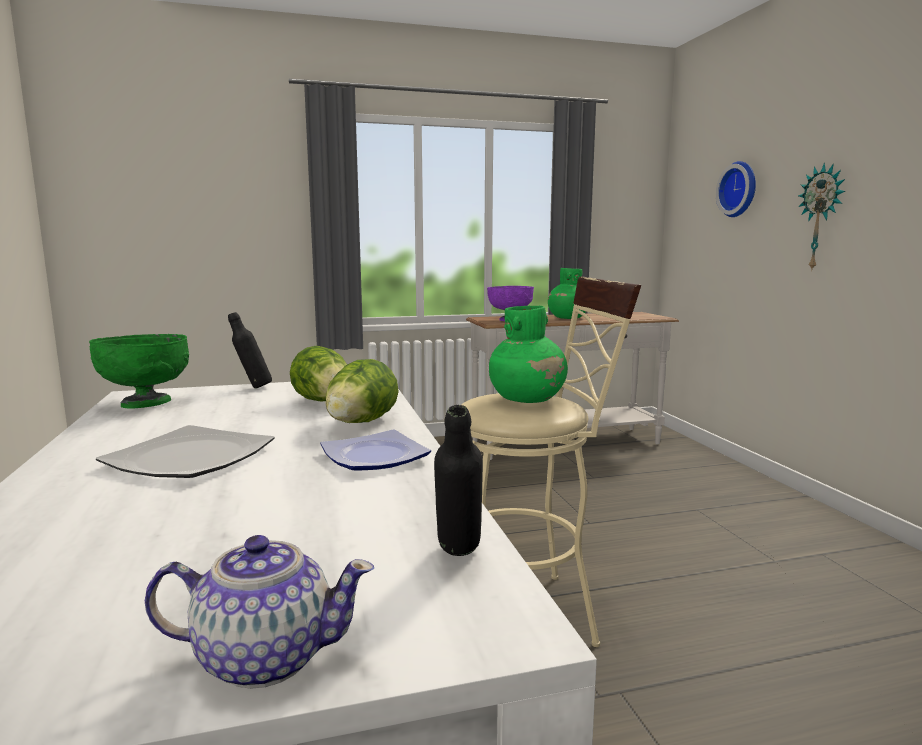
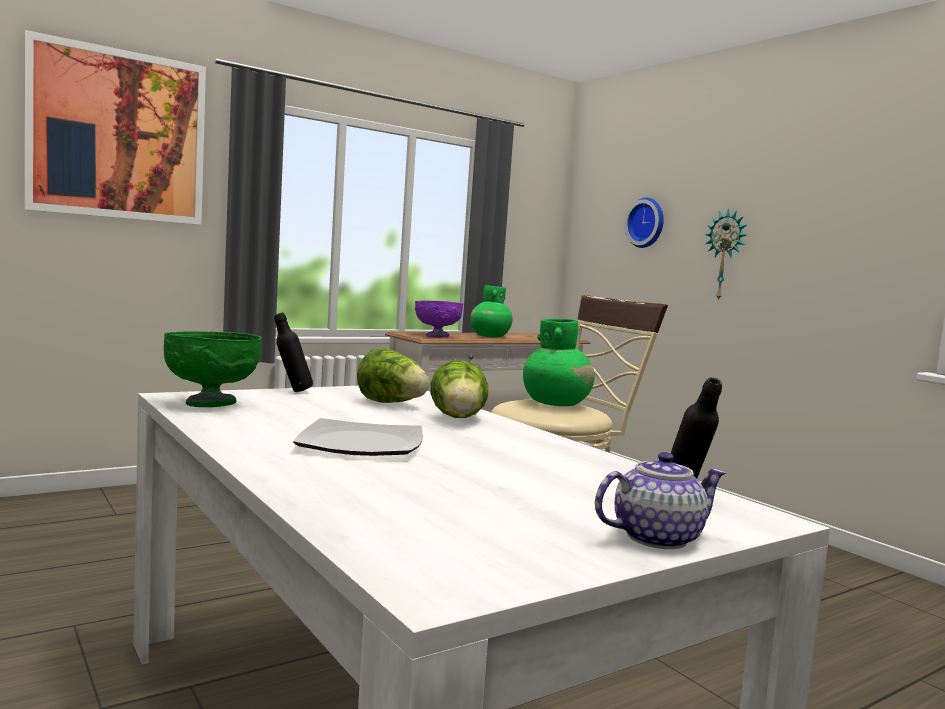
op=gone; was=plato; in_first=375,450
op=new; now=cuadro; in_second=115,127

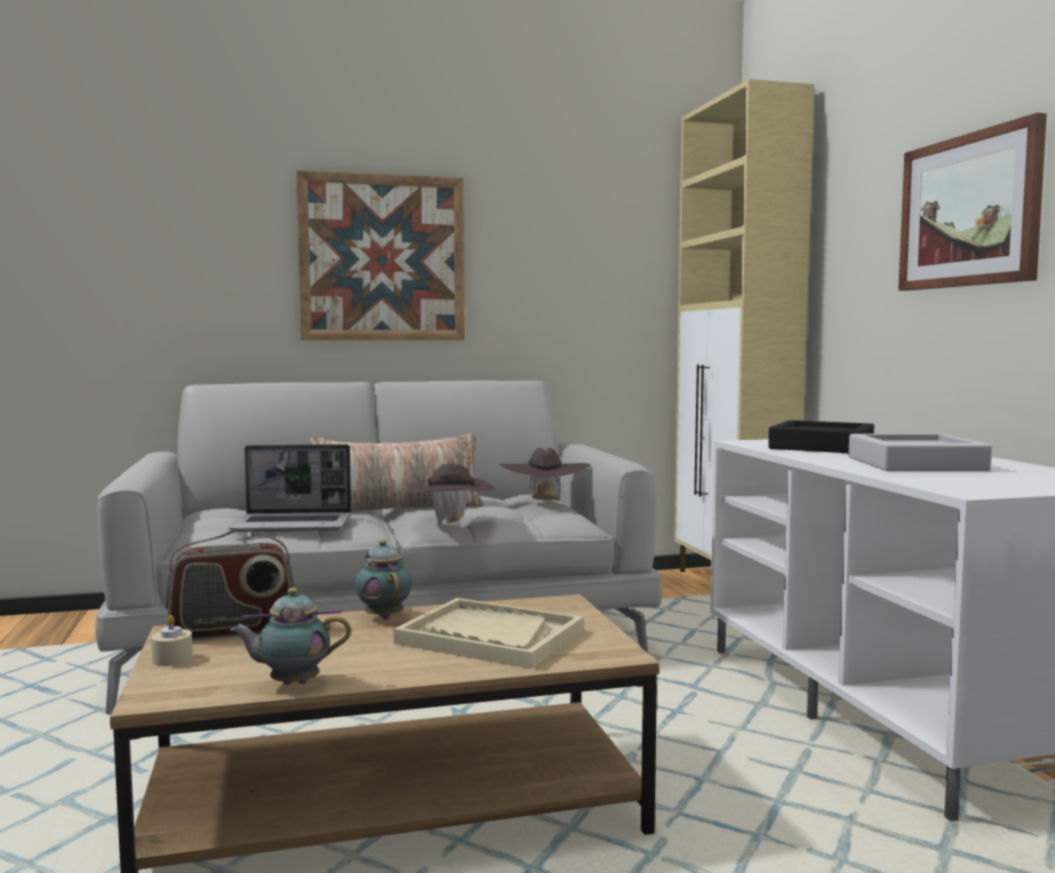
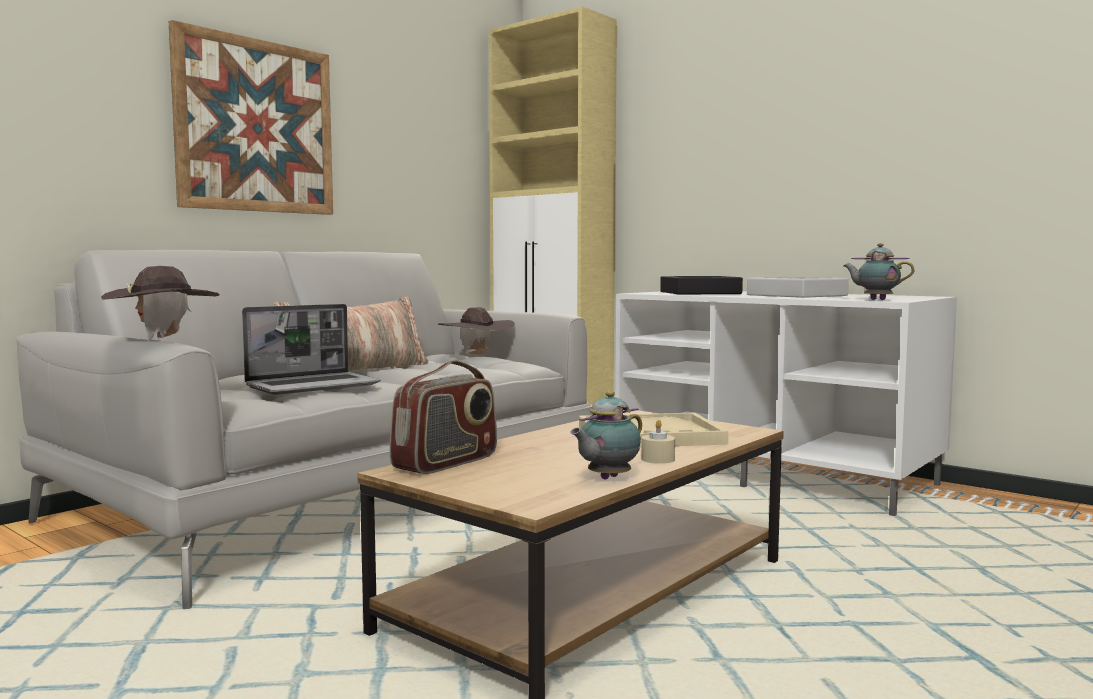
op=shifted; was=vela [beis]; in_first=172,640; in_second=658,442
op=shifted; was=tetera; in_first=383,580; in_second=878,271
op=shifted; was=sombrero [marrón]; in_first=451,494; in_second=160,303
op=gone; was=cuadro; in_first=972,202

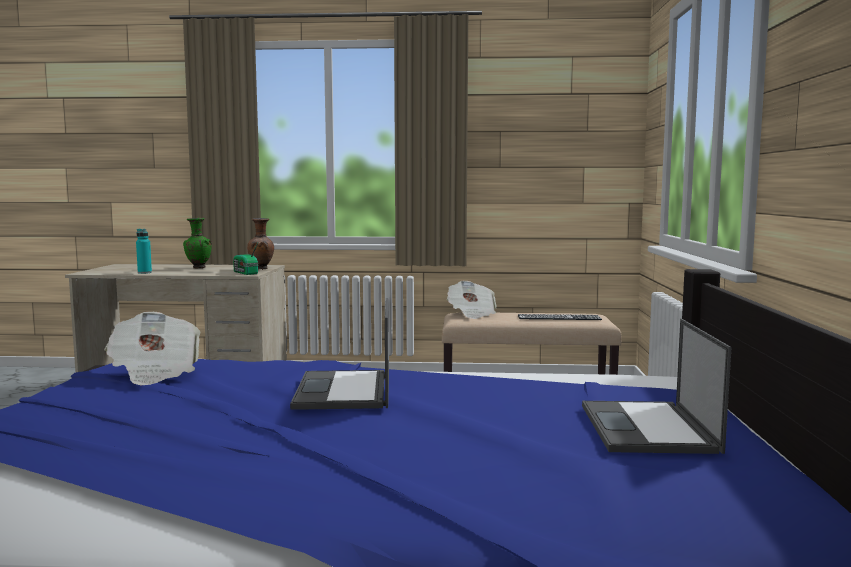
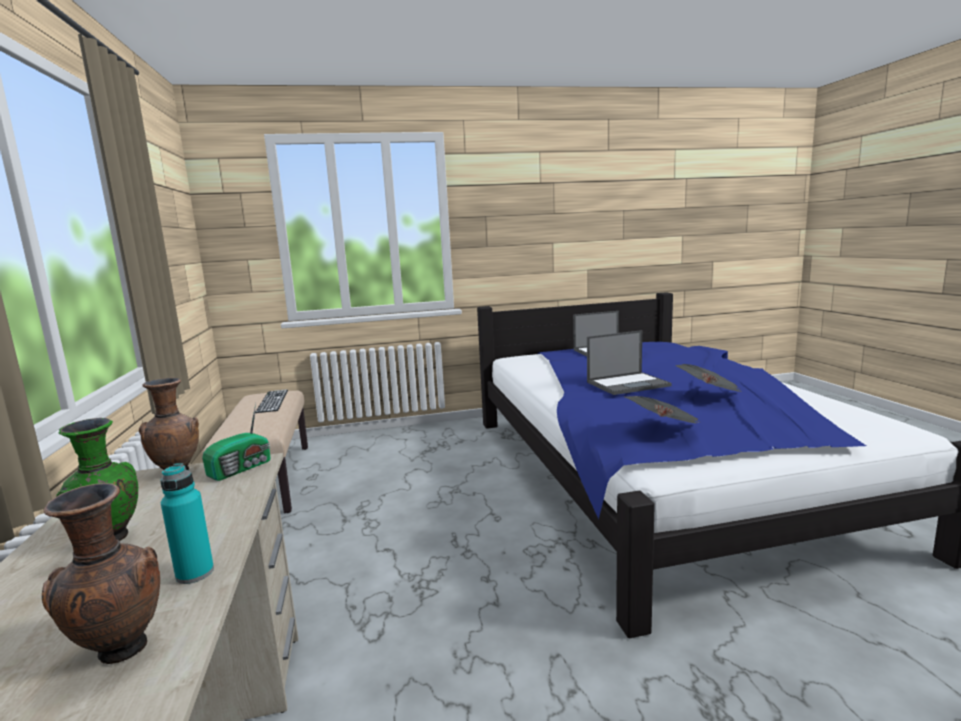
op=shifted; was=periódico; in_first=471,300; in_second=707,377
op=new; now=florero [marrón]; in_second=101,573

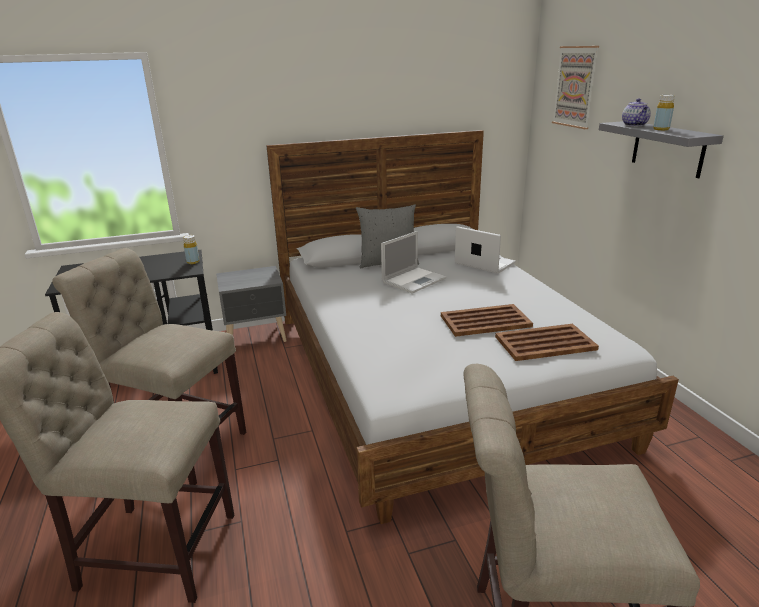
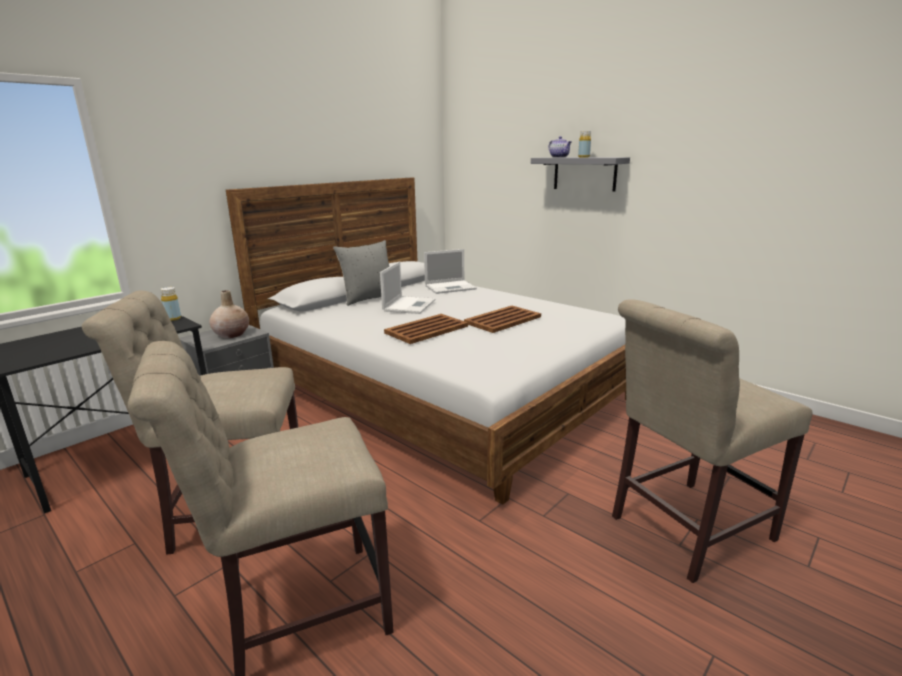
op=rotated; was=portátil; in_first=485,250; in_second=450,271; clockwise=150
op=shifted; was=bandeja [marrón]; in_first=547,342; in_second=426,329
op=gone; was=cuadro; in_first=575,87
op=new; now=florero [beis]; in_second=229,314

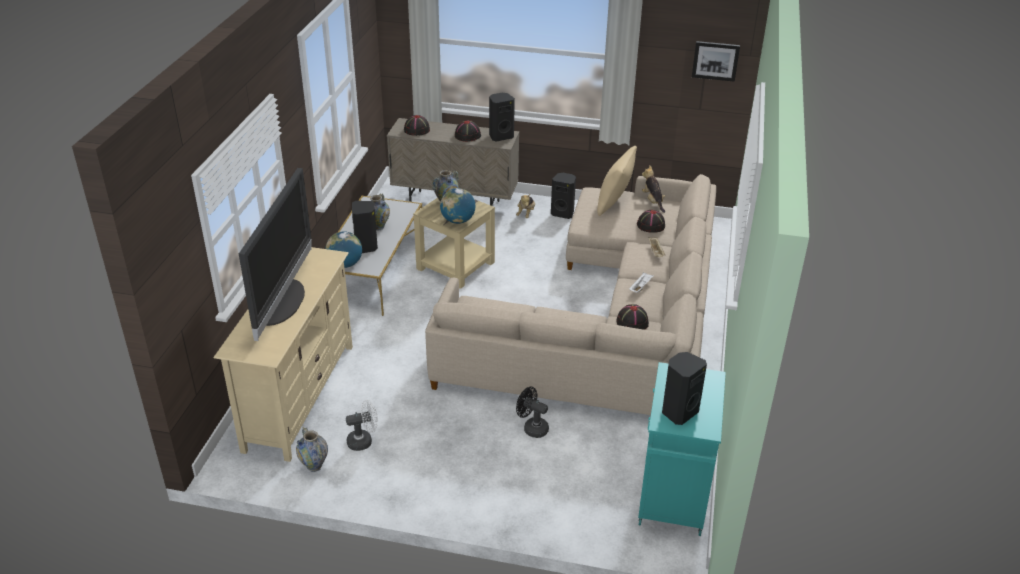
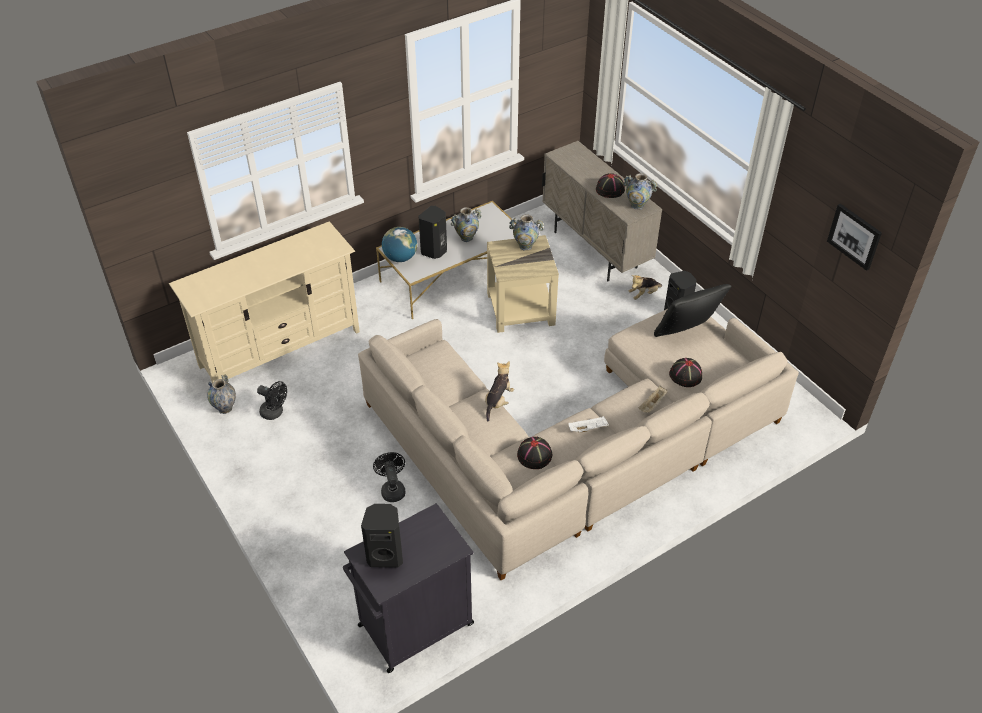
op=gone; was=televisor; in_first=275,254
op=repainted; was=ventilador [blanco]; now=ventilador [negro]; in_first=362,425; in_second=272,400
op=gone; was=sombrero [negro]; in_first=417,125
op=gone; was=globo terráqueo; in_first=457,206
op=swapped; was=altavoz [negro]; now=florero; in_first=502,117; in_second=640,191
op=repainted; was=cojín [beis]; now=cojín [negro]; in_first=617,181; in_second=692,310
op=repainted; was=armario [turquesa]; now=armario [negro]; in_first=682,449; in_second=408,588
op=shifted; was=peluche; in_first=653,189; in_second=499,391

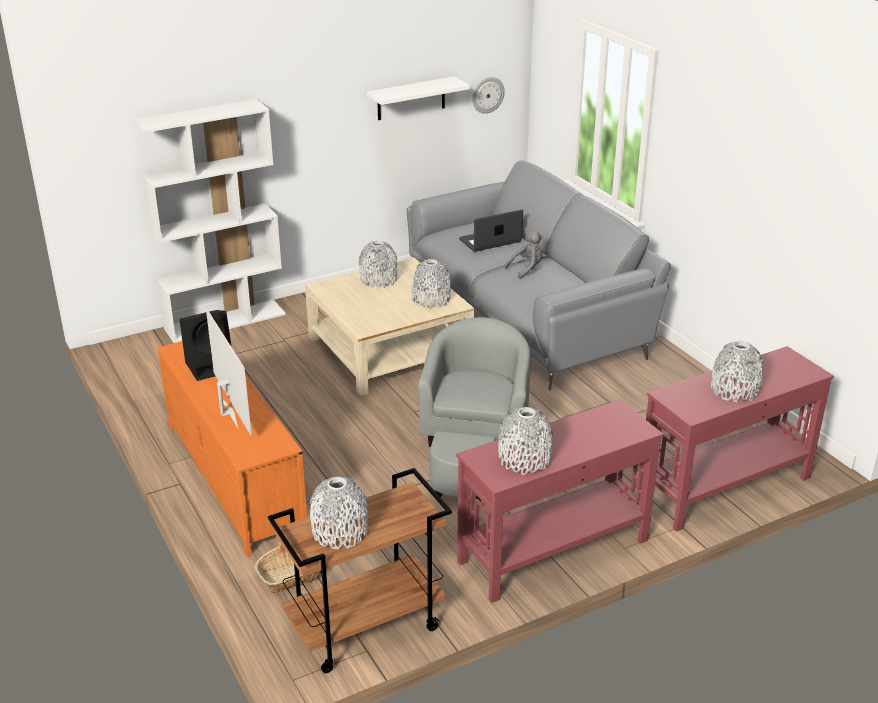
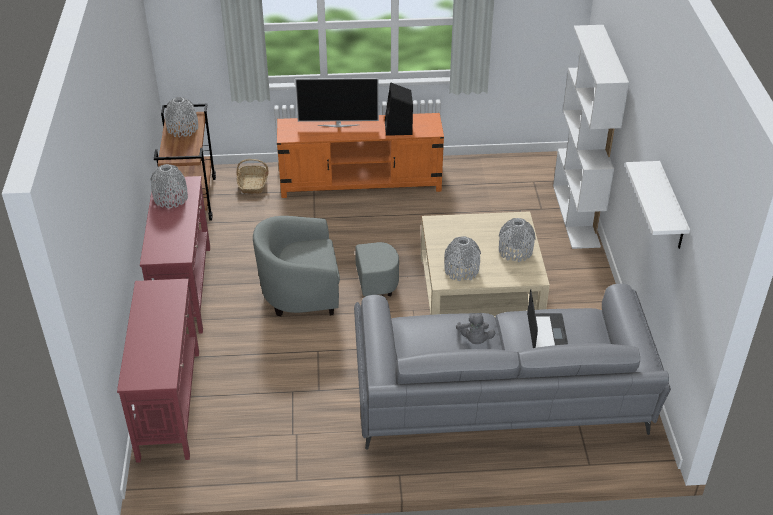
op=rotated; was=sillón [gris]; in_first=474,409; in_second=326,266; clockwise=135
op=gone; was=reloj de pared; in_first=488,95
op=gone; was=florero [gris]; in_first=737,371

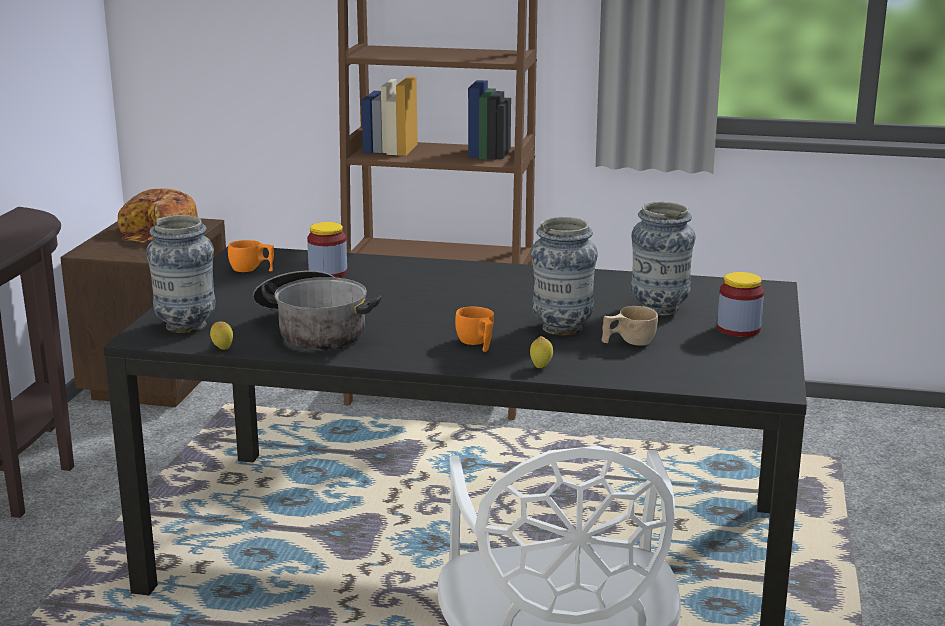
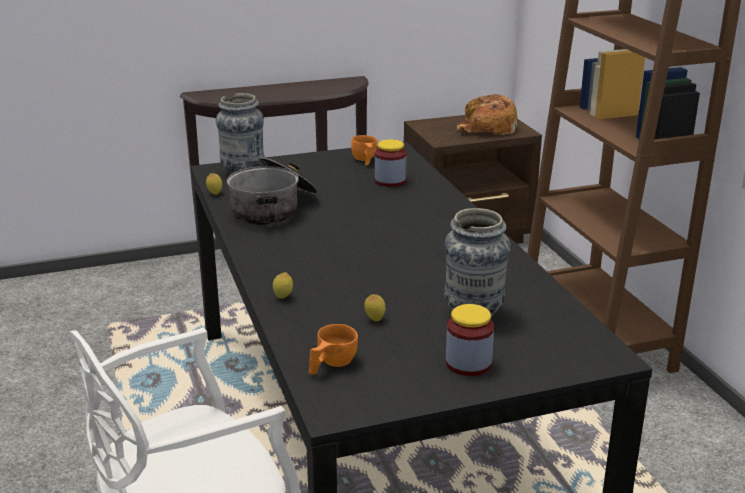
op=shifted; was=taza [naranja]; in_first=474,329; in_second=333,349
op=gone; was=florero; in_first=564,276
op=swapped; was=taza [beis]; now=limón; in_first=629,326; in_second=375,308

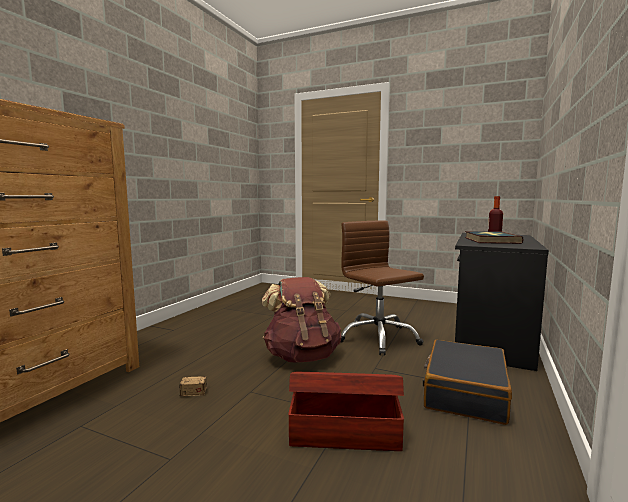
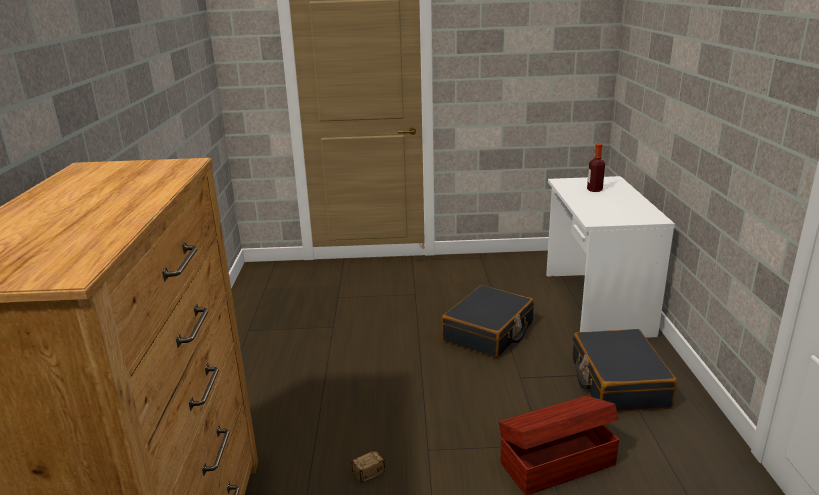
op=gone; was=mochila [marrón]; in_first=301,320
op=swapped; was=silla de oficina [marrón]; now=maleta [negro]; in_first=382,288; in_second=487,321
op=repainted; was=escritorio [negro]; now=escritorio [blanco]; in_first=502,302; in_second=610,257
op=gone; was=libro; in_first=494,237

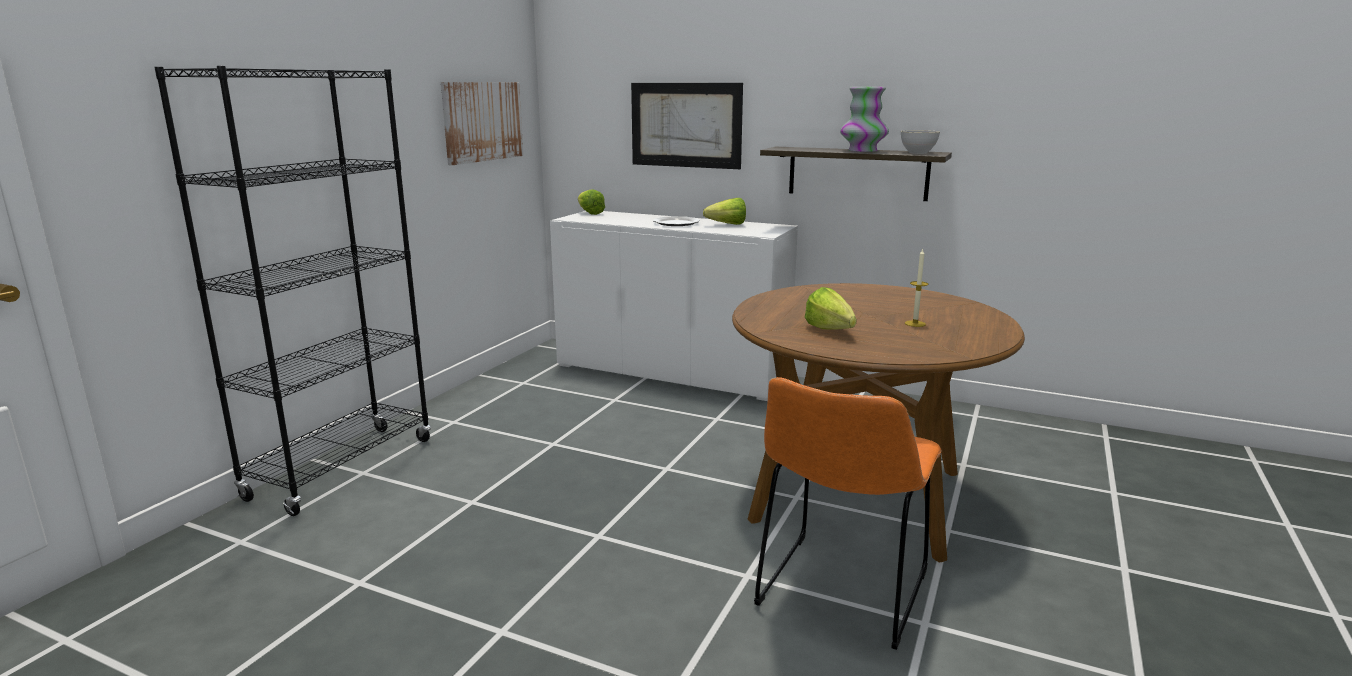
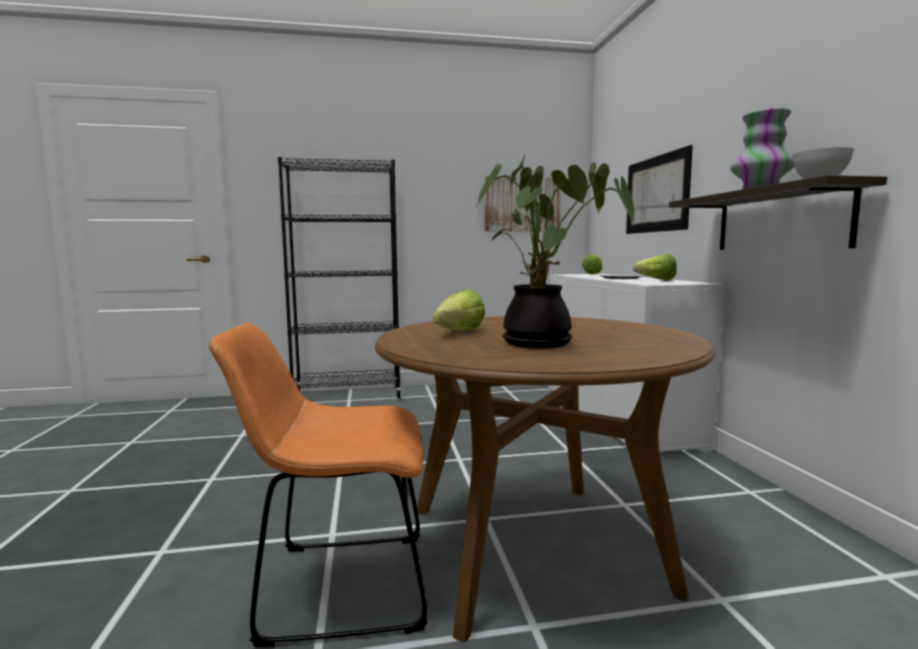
op=swapped; was=vela; now=planta en maceta; in_first=916,288; in_second=555,251

